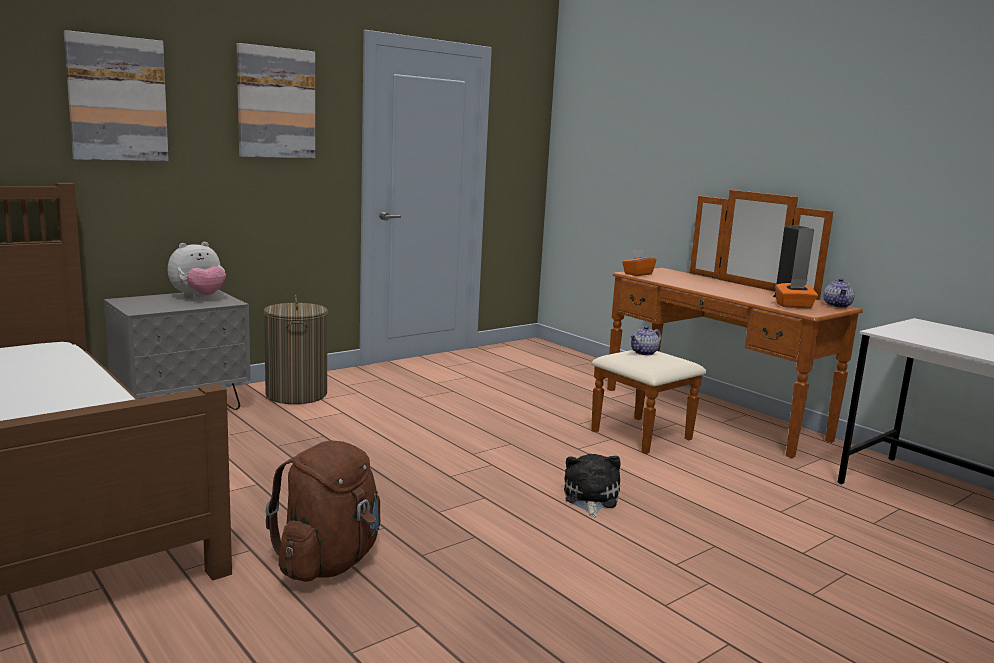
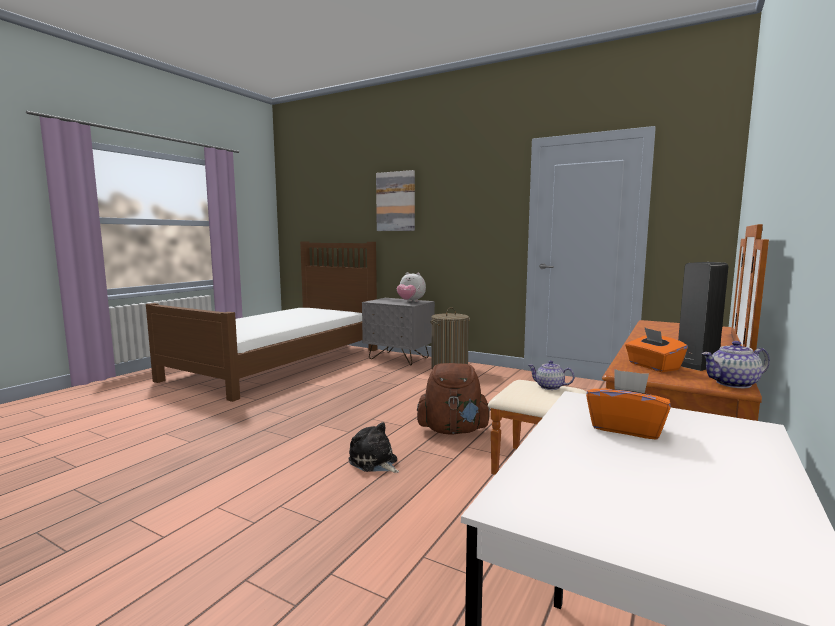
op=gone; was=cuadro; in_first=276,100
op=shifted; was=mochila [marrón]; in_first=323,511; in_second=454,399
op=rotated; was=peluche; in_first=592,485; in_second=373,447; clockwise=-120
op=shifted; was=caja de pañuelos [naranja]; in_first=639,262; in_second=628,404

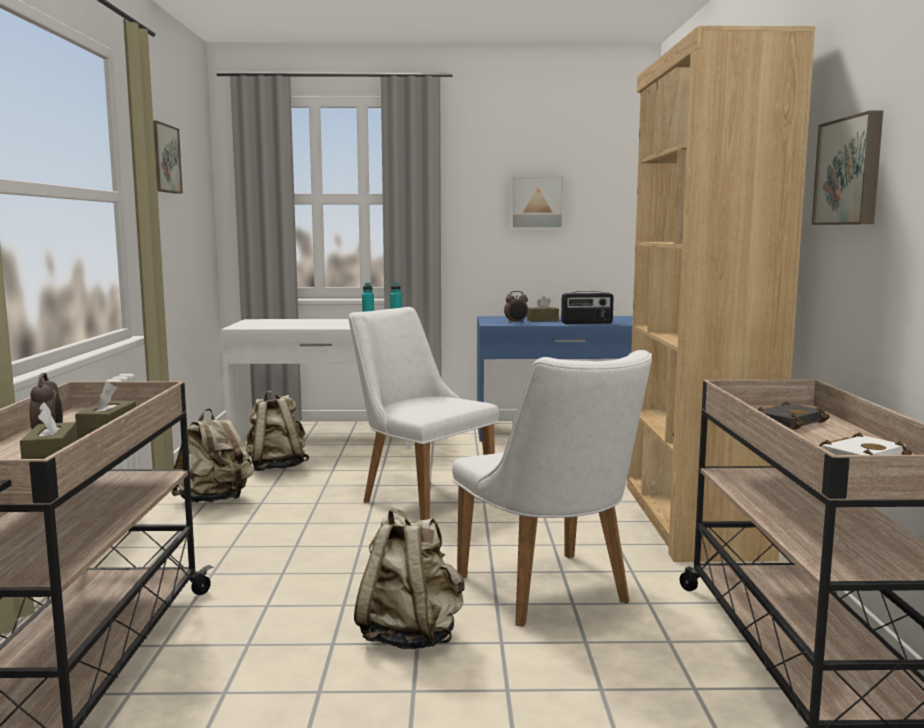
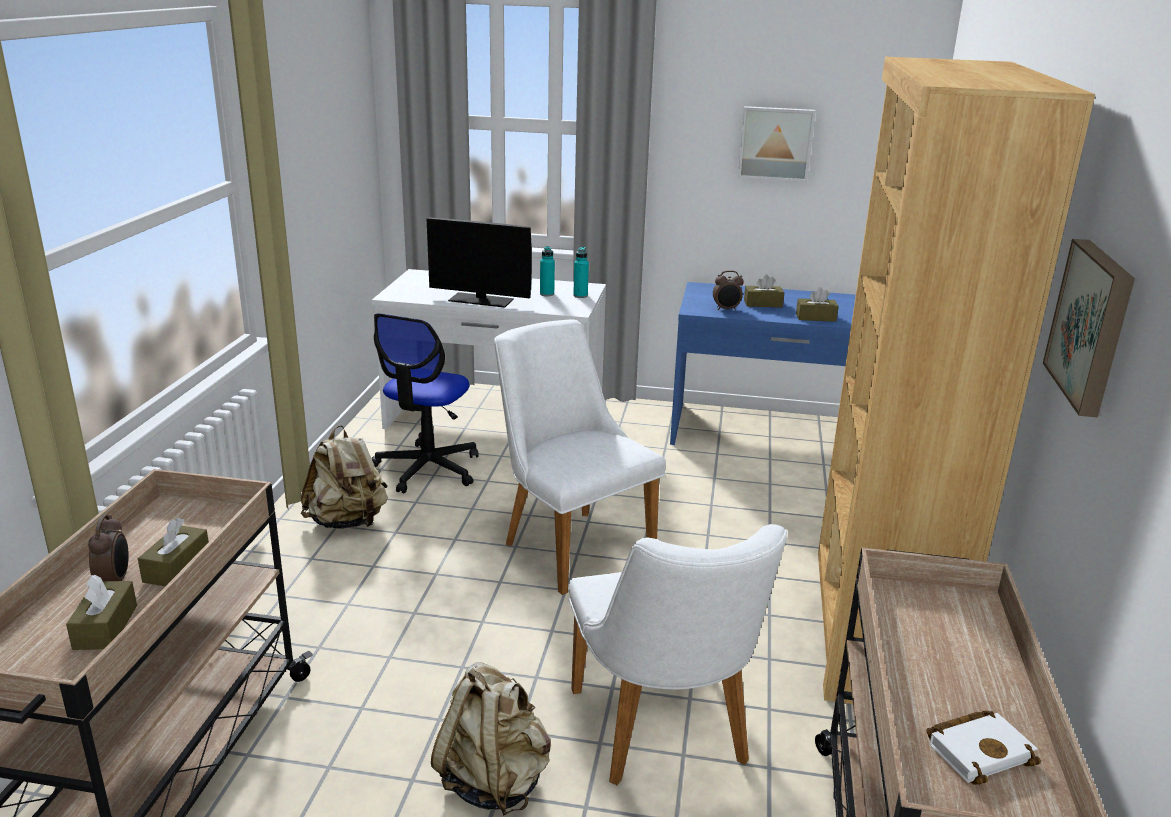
op=gone; was=cuadro; in_first=168,157
op=swapped; was=mochila [beis]; now=silla de oficina; in_first=277,431; in_second=425,403
op=swapped; was=radio; now=caja de pañuelos [marrón]; in_first=587,307; in_second=817,304
op=gone; was=libro [negro]; in_first=793,415
op=new; now=monitor; in_second=479,262

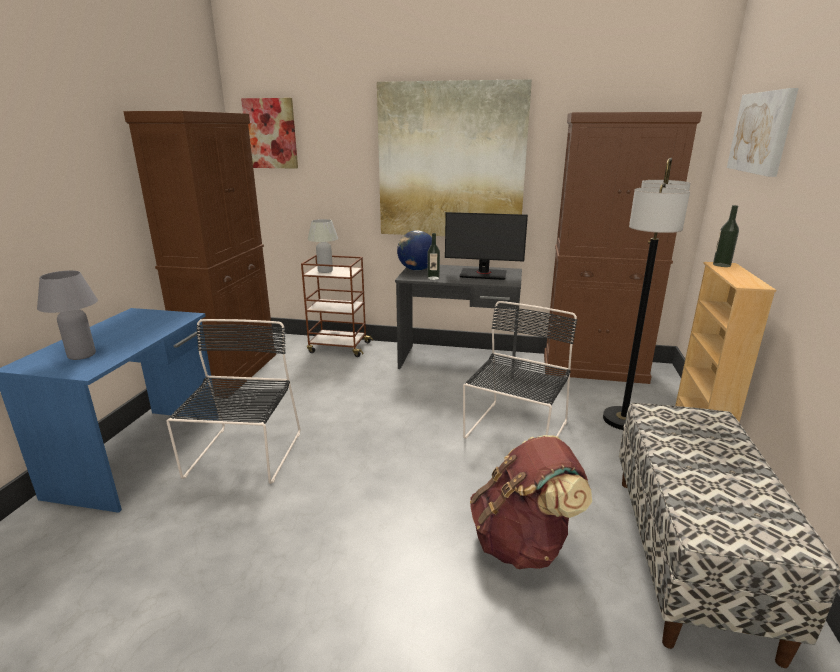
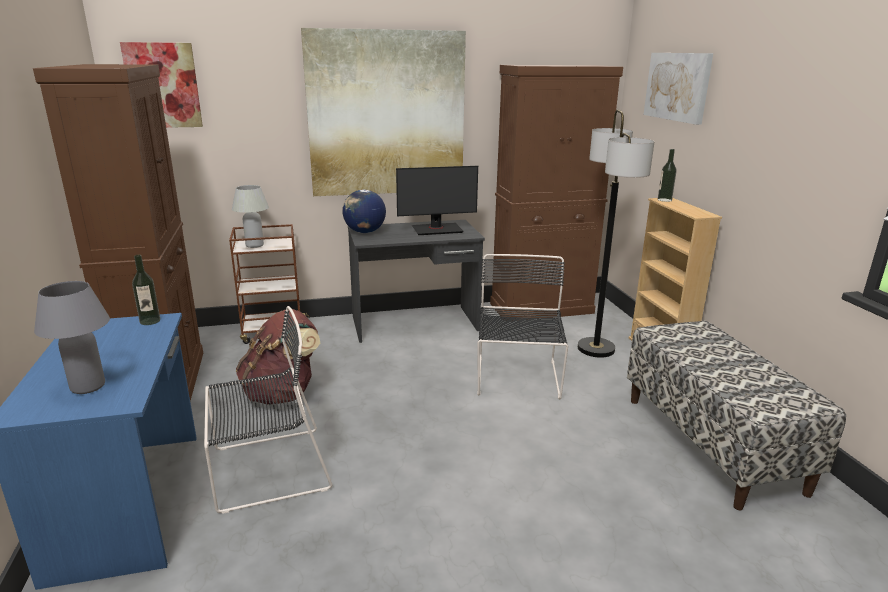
op=rotated; was=silla [negro]; in_first=233,401; in_second=268,410; clockwise=90
op=shifted; was=botella; in_first=433,256; in_second=146,290
op=shifted; was=mochila [marrón]; in_first=531,502; in_second=278,357

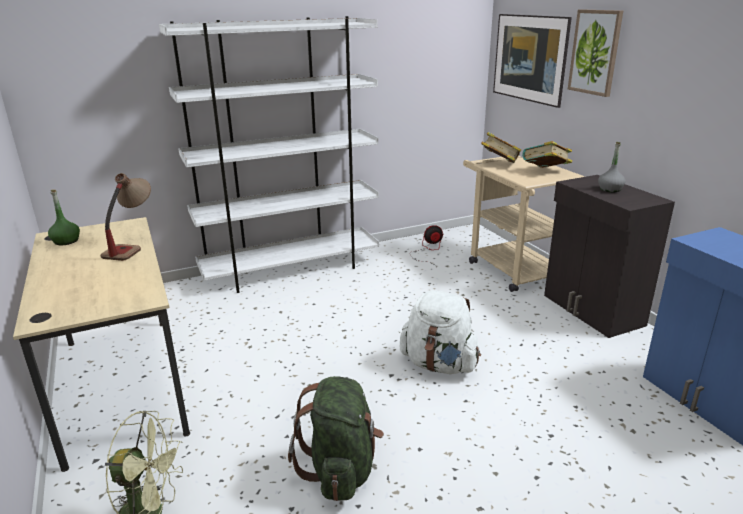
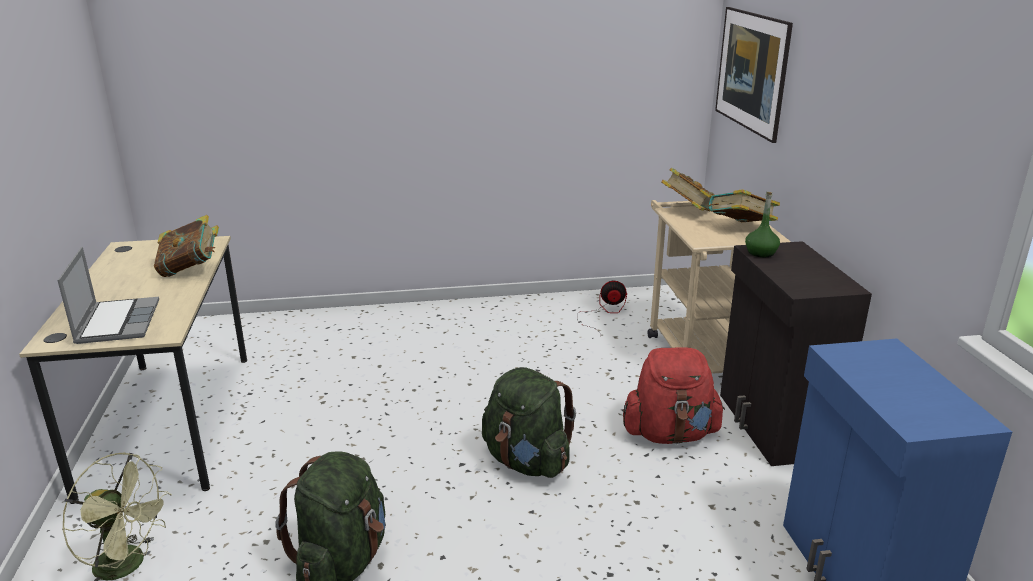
op=shifted; was=botella [verde]; in_first=64,217; in_second=762,224
op=swapped; was=lámpara de mesa; now=libro; in_first=126,217; in_second=186,246
op=gone; was=estantería [blanco]; in_first=269,154
op=repainted; was=mochila [blanco]; now=mochila [verde]; in_first=440,332; in_second=529,422
op=gone; was=cuadro; in_first=595,53
op=gone; was=botella [gris]; in_first=612,167
op=new; now=portátil; in_second=108,295
op=new; now=mochila [rojo]; in_second=674,395

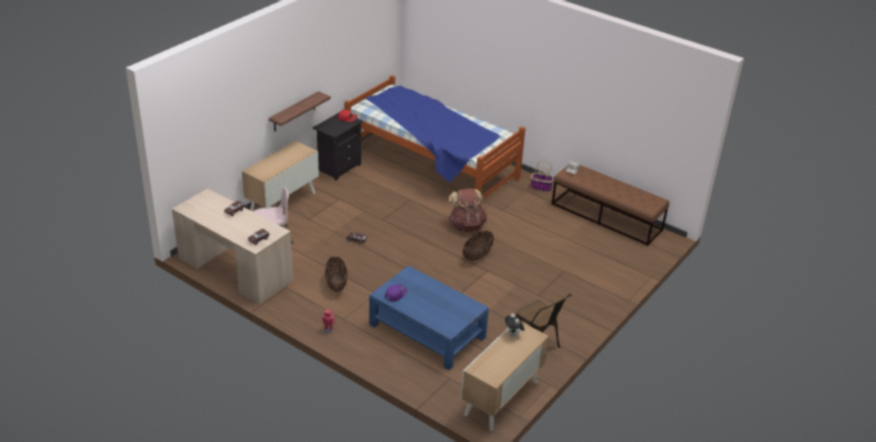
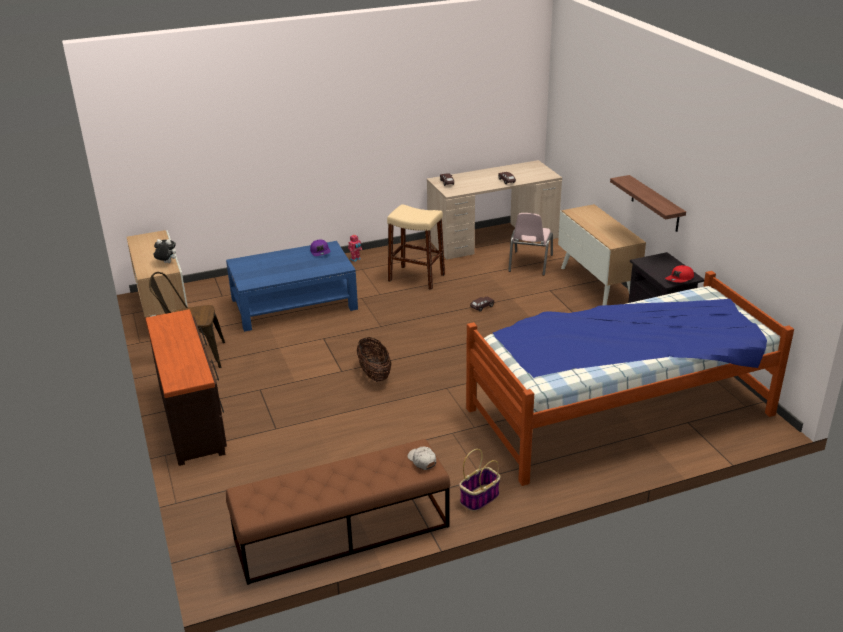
op=swapped; was=cesta; now=taburete [beis]; in_first=336,274; in_second=416,247
op=gone; was=mochila [marrón]; in_first=467,210
op=new; now=cómoda [marrón]; in_second=186,387

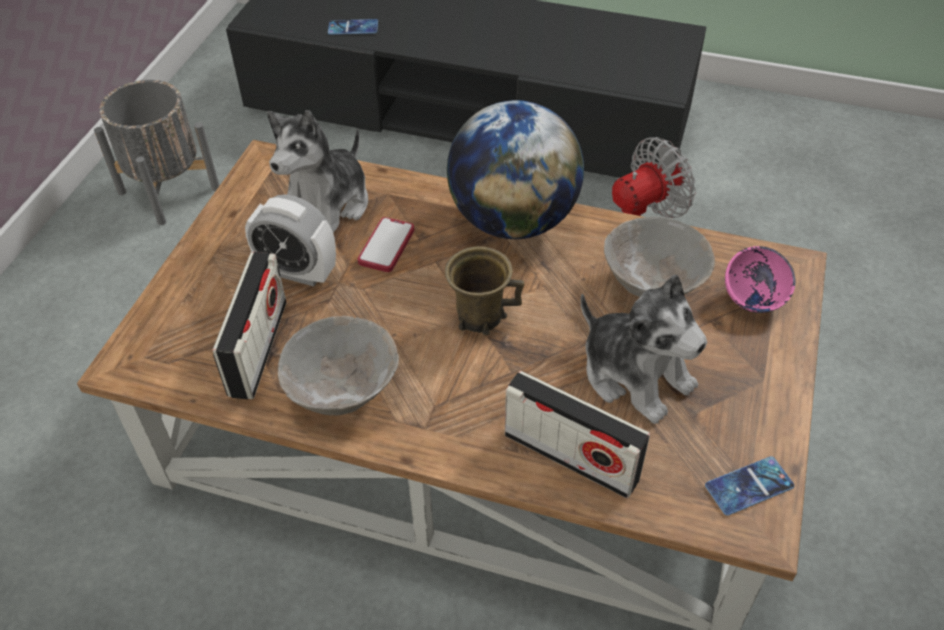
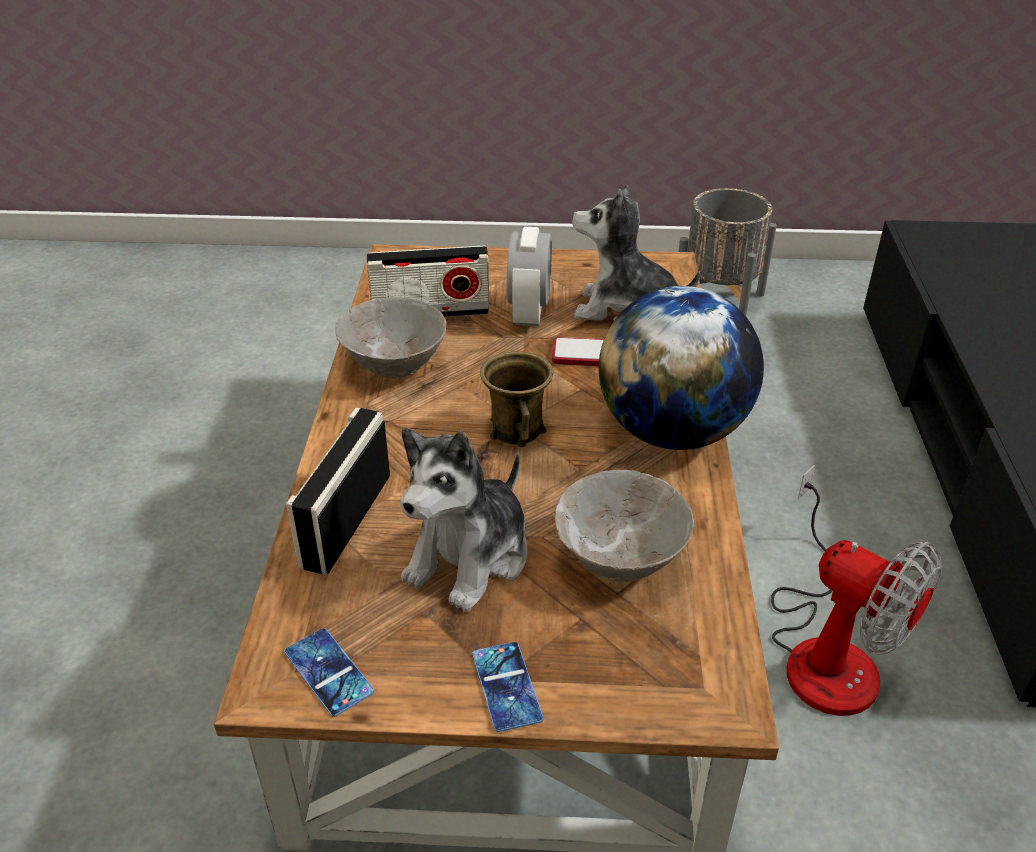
op=shifted; was=móvil; in_first=353,27; in_second=507,687
op=gone; was=cuenco [rosa]; in_first=760,279

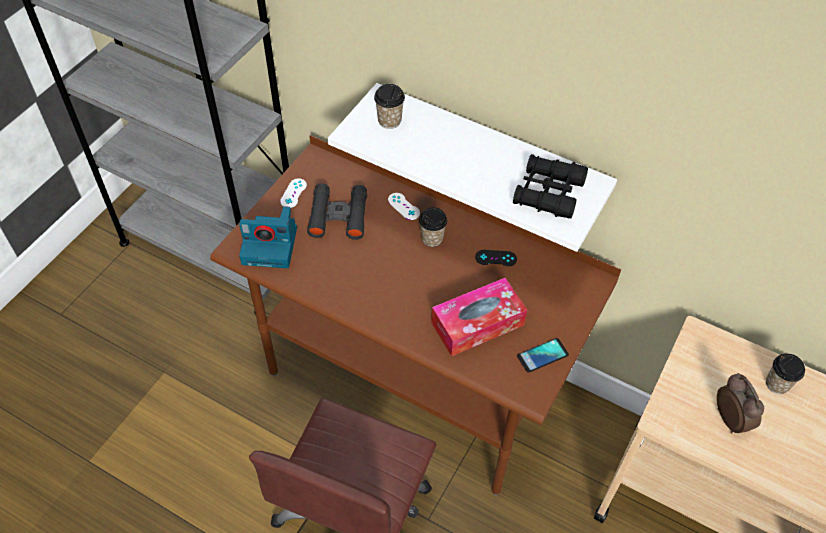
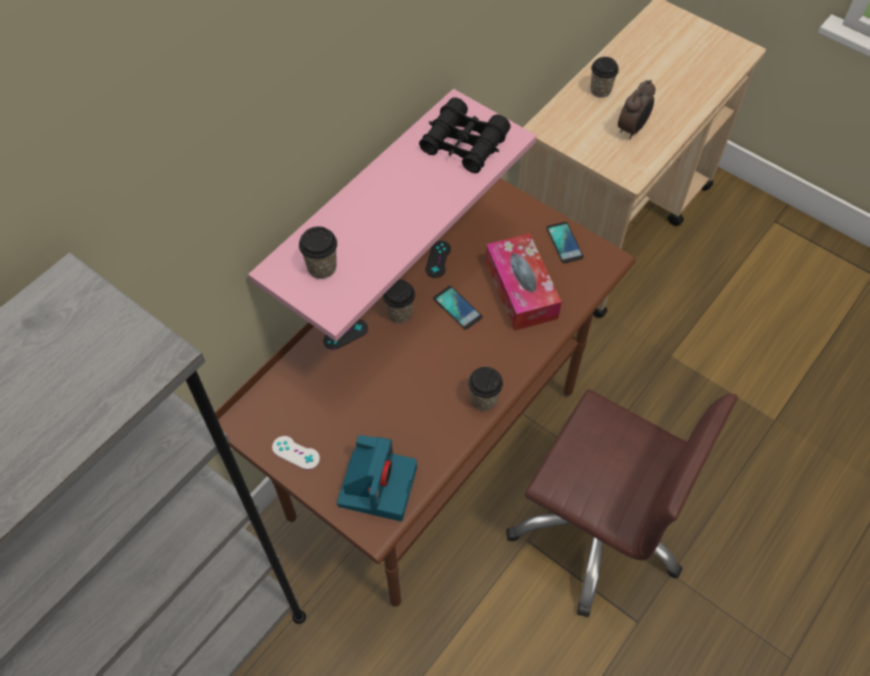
op=gone; was=prismáticos [negro]; in_first=337,211
op=repainted; was=estante [blanco]; now=estante [rosa]; in_first=472,167; in_second=392,215
op=repainted; was=mando de consola [blanco]; now=mando de consola [negro]; in_first=404,206; in_second=345,334
op=rotated; was=despertador; in_first=740,403; in_second=637,109; clockwise=135
op=new; now=móvil; in_second=457,307
op=new; now=taza; in_second=485,389

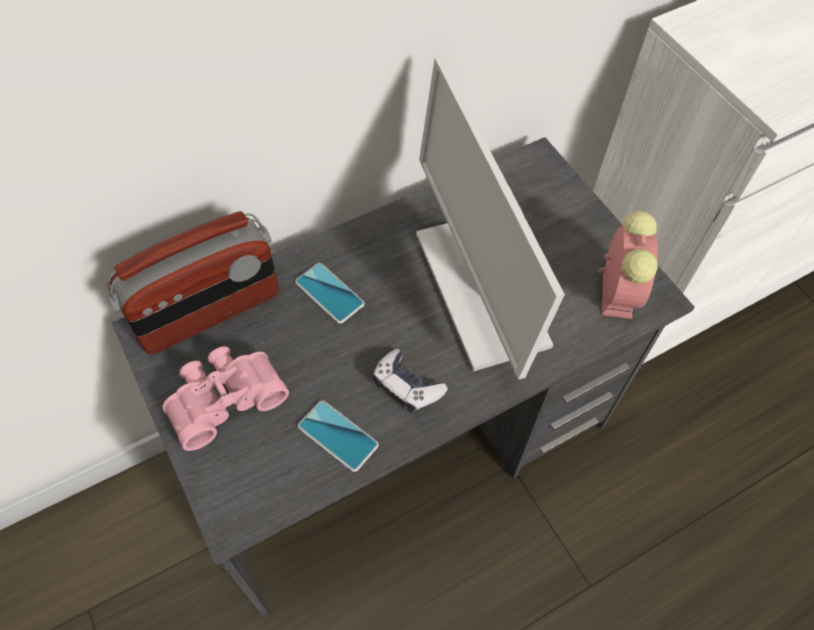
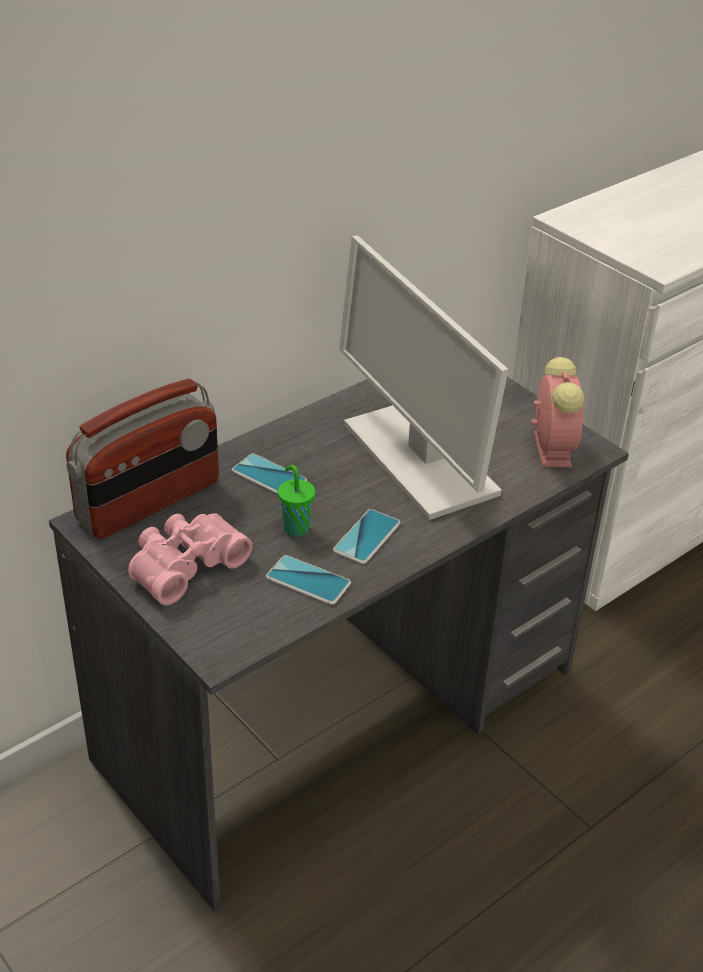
op=swapped; was=mando de consola; now=móvil; in_first=410,380; in_second=366,536
op=new; now=taza [verde]; in_second=296,500

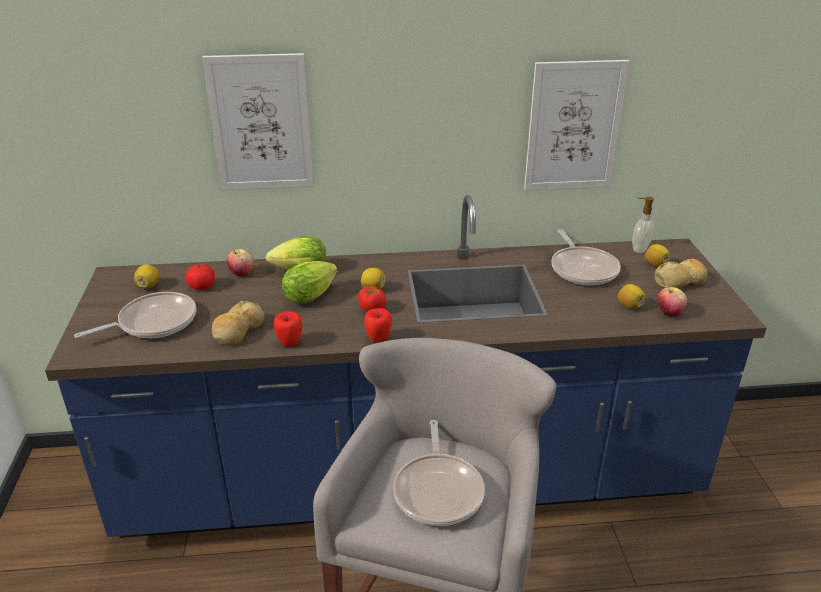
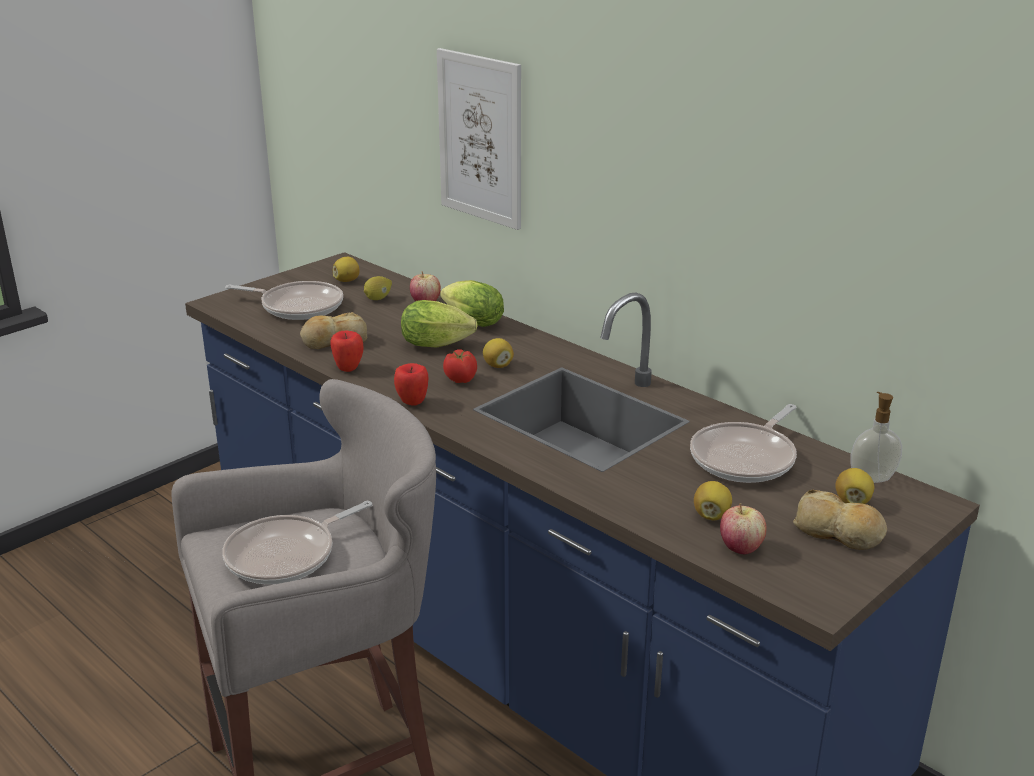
op=swapped; was=tomate; now=limón; in_first=200,277; in_second=378,288
op=gone; was=cuadro; in_first=576,125

